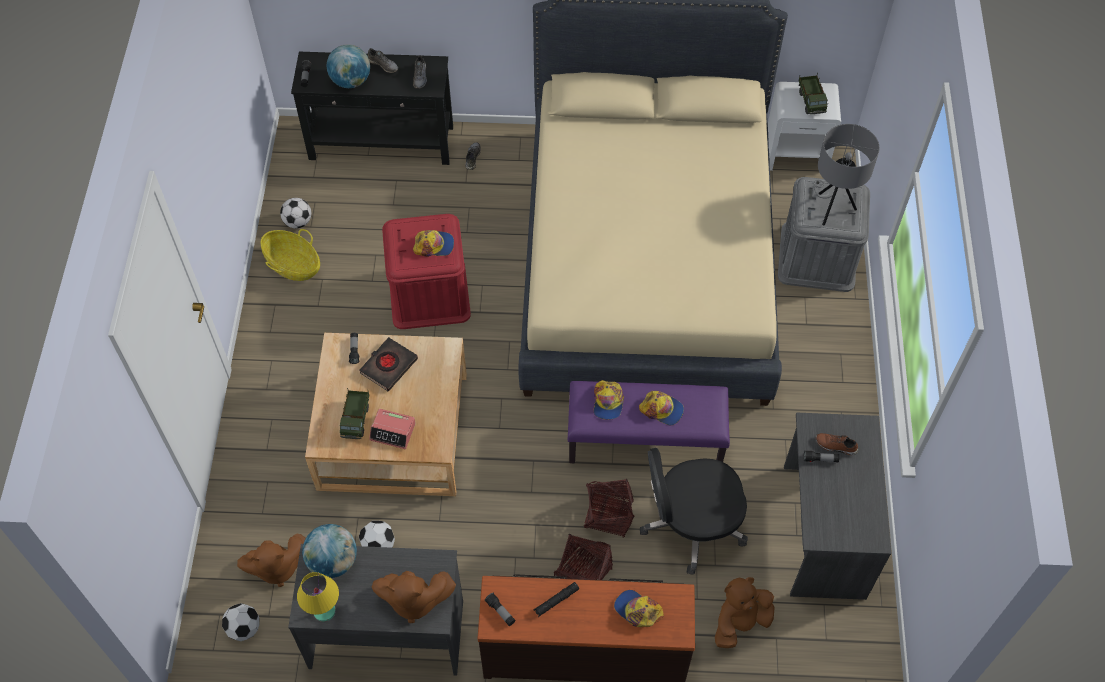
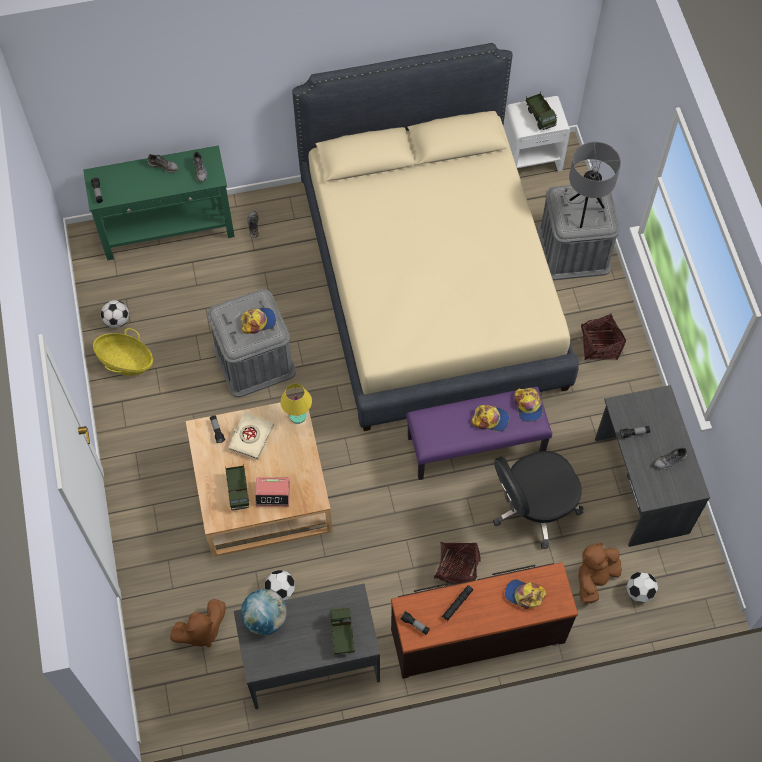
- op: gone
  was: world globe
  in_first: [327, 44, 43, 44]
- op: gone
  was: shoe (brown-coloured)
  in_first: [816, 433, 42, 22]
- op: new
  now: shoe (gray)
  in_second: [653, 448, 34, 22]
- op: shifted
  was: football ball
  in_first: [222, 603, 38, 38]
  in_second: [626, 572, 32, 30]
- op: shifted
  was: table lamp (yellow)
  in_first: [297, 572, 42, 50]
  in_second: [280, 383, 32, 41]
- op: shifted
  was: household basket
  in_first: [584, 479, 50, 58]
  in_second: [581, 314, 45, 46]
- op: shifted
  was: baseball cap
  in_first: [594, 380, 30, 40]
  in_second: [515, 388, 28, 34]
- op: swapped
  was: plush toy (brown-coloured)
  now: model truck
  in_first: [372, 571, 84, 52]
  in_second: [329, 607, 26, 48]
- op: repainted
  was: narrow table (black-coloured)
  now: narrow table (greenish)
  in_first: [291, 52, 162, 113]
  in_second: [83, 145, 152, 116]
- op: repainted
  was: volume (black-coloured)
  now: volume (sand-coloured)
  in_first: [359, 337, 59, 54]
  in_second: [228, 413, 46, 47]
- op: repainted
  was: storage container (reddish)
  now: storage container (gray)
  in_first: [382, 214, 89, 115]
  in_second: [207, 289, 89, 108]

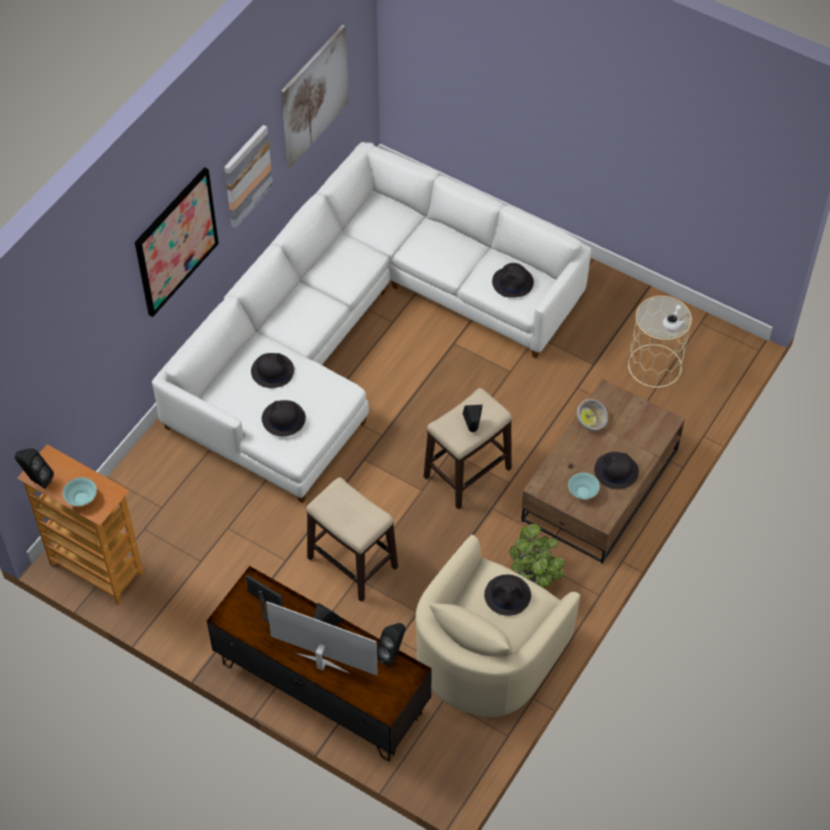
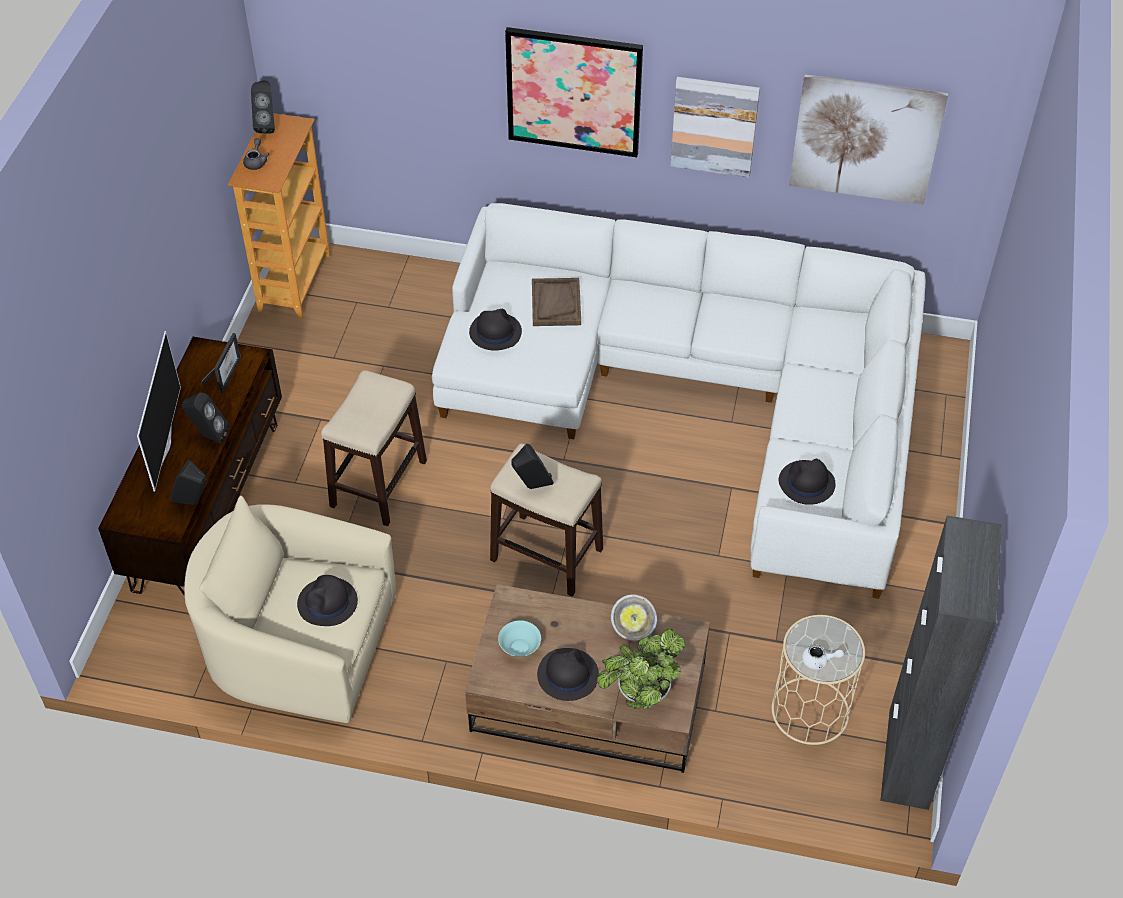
- op: new
  now: storage cabinet (black-coloured)
  in_second: [880, 515, 122, 295]
- op: shifted
  was: plant in a pot
  in_first: [510, 523, 54, 64]
  in_second: [597, 629, 88, 80]
- op: swapped
  was: deep dish (turquoise-coloured)
  now: pot for tea (gray)
  in_first: [63, 477, 34, 29]
  in_second: [243, 138, 26, 32]
- op: swapped
  was: hat (black-coloured)
  now: tray (brown-coloured)
  in_first: [251, 353, 43, 35]
  in_second: [532, 278, 49, 48]

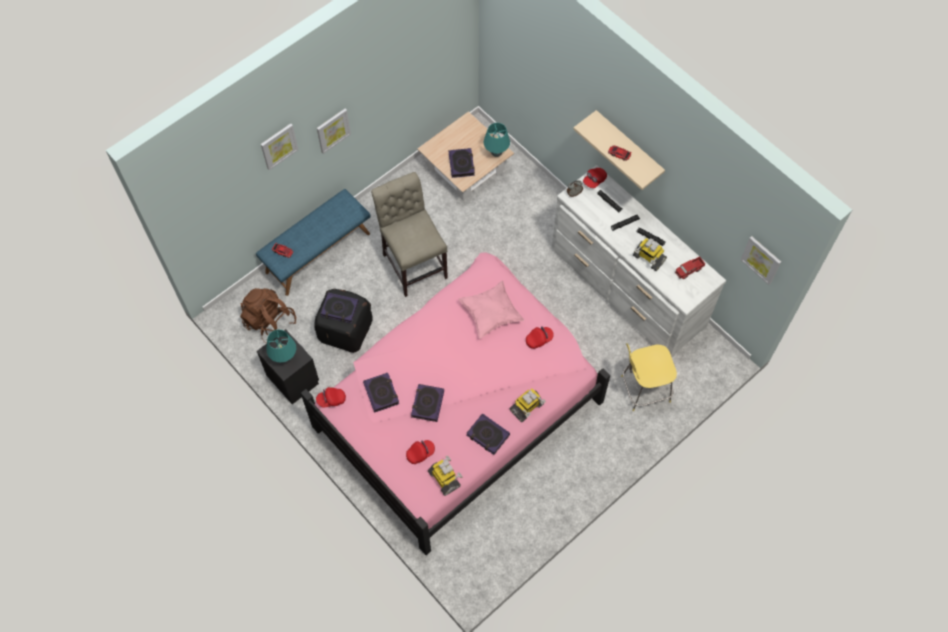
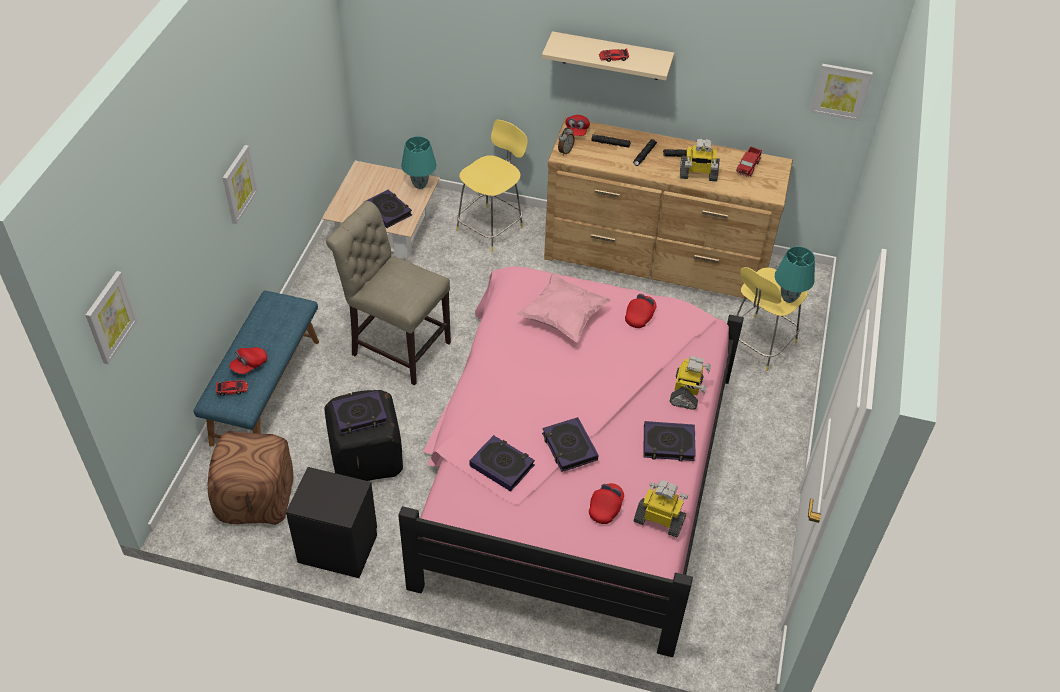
- op: new
  now: stool (yellow)
  in_second: [456, 120, 72, 132]
- op: shifted
  was: picture
  in_first: [261, 124, 37, 46]
  in_second: [86, 271, 51, 93]
- op: shifted
  was: table lamp (turquoise-coloured)
  in_first: [266, 329, 30, 34]
  in_second: [775, 246, 40, 57]
- op: shifted
  was: baseball cap (reddish)
  in_first: [316, 387, 30, 21]
  in_second: [229, 347, 38, 27]
- op: swapped
  was: knapsack (brown-coloured)
  now: pouffe (brown-coloured)
  in_first: [240, 288, 56, 55]
  in_second: [207, 431, 87, 94]
- op: repainted
  was: dresser (white)
  now: dresser (brown-coloured)
  in_first: [552, 165, 174, 192]
  in_second: [544, 117, 249, 185]

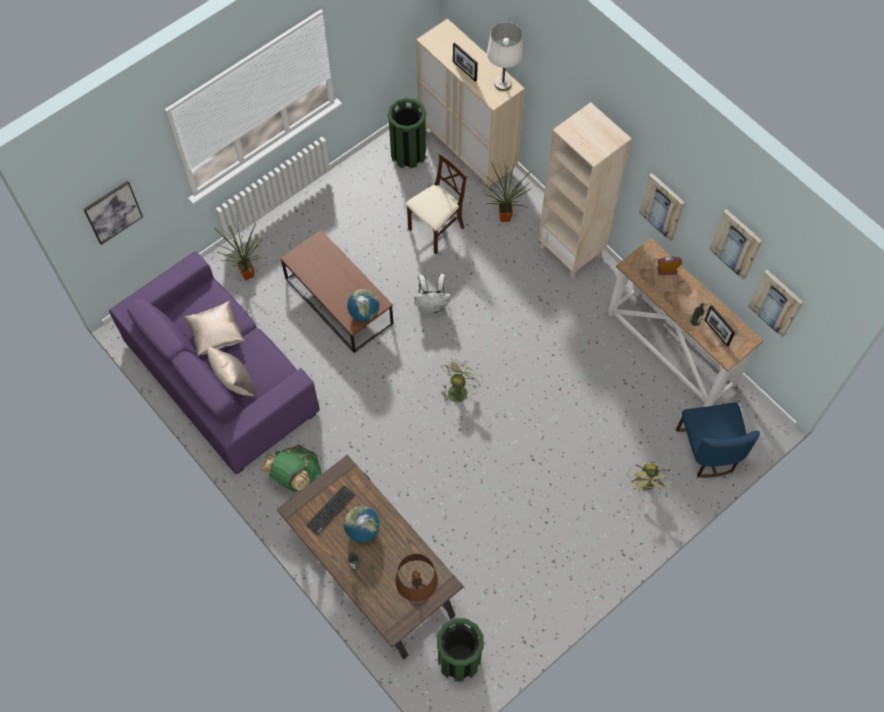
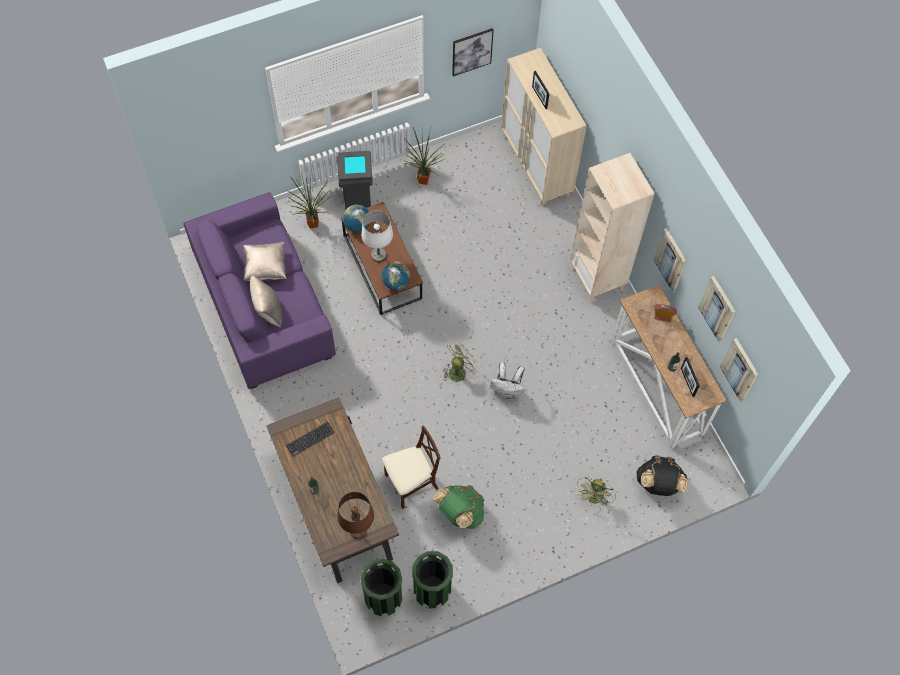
- op: new
  now: rubbish bin (gray)
  in_second: [337, 151, 35, 58]
- op: shifted
  was: picture
  in_first: [83, 181, 60, 64]
  in_second: [452, 28, 42, 48]
- op: shifted
  was: knapsack (greenish)
  in_first: [261, 445, 60, 47]
  in_second: [433, 485, 52, 44]
- op: shifted
  was: world globe
  in_first: [344, 506, 36, 36]
  in_second: [343, 205, 27, 27]
- op: shifted
  was: rubbish bin (greenish)
  in_first: [387, 98, 39, 71]
  in_second: [412, 551, 41, 57]
- op: shifted
  was: upright chair (sand-coloured)
  in_first: [406, 153, 61, 101]
  in_second: [382, 425, 59, 84]
- op: shifted
  was: knapsack (white)
  in_first: [414, 274, 37, 40]
  in_second: [490, 362, 35, 38]
- op: shifted
  was: plant in a pot
  in_first: [485, 158, 46, 64]
  in_second: [403, 127, 41, 58]
- op: shifted
  was: table lamp (white)
  in_first: [487, 22, 37, 69]
  in_second: [361, 210, 32, 52]
- op: swapped
  was: upright chair (bluish)
  now: knapsack (black-coloured)
  in_first: [676, 403, 84, 74]
  in_second: [636, 455, 52, 41]

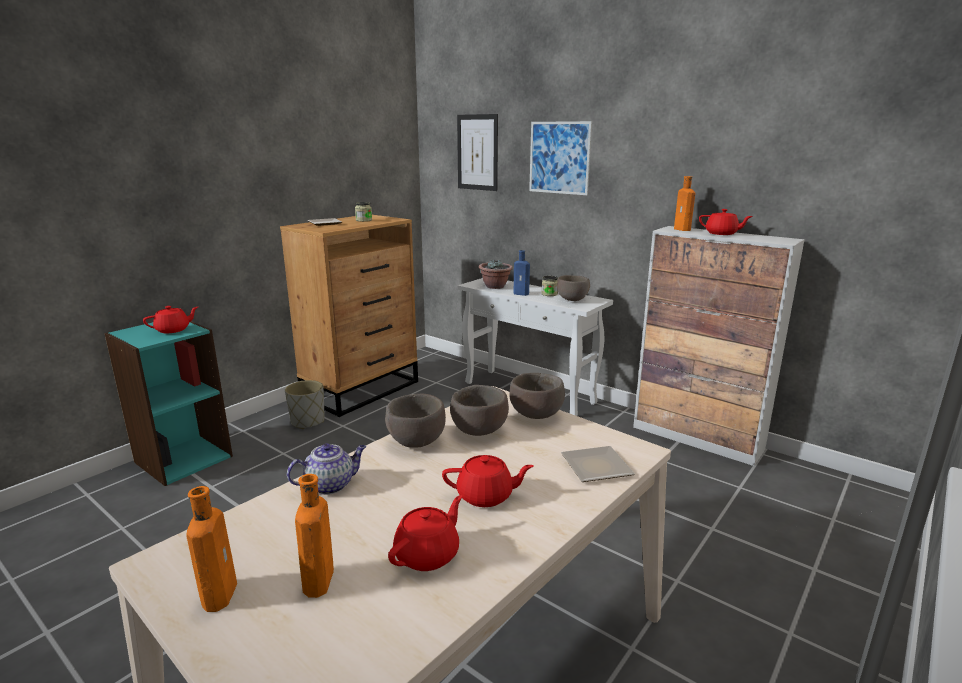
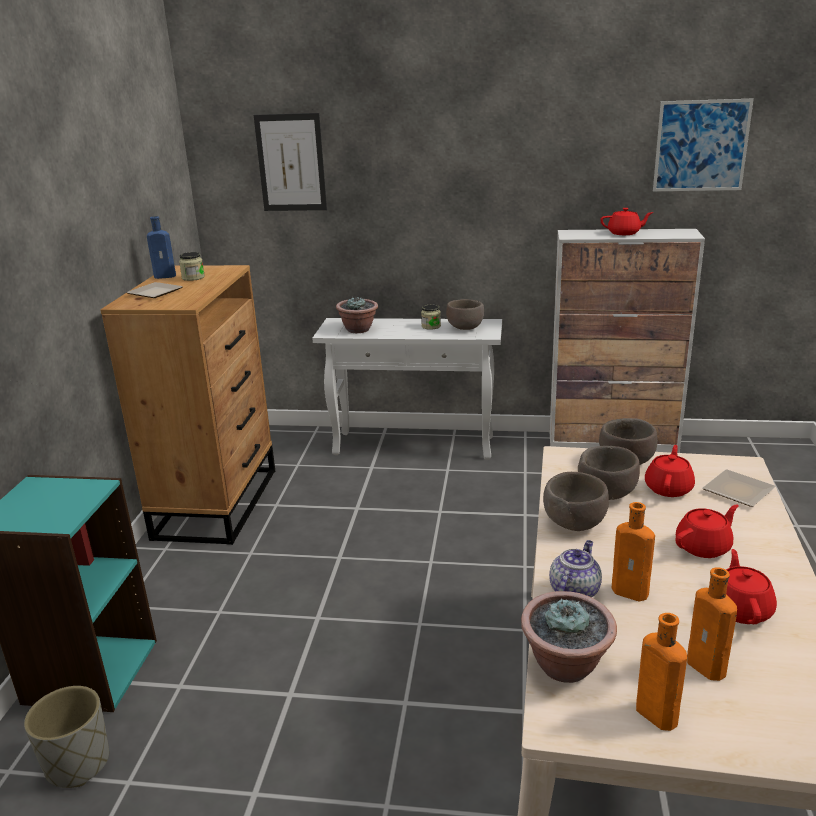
- op: new
  now: plant in a pot
  in_second: [521, 591, 96, 92]
- op: shifted
  was: pot for tea (reddish)
  in_first: [143, 306, 55, 27]
  in_second: [645, 445, 50, 52]
- op: shifted
  was: flower pot (gray)
  in_first: [285, 380, 40, 49]
  in_second: [24, 686, 85, 102]
- op: shifted
  was: drink bottle (bluish)
  in_first: [513, 250, 17, 46]
  in_second: [147, 216, 29, 63]
- op: shifted
  was: picture
  in_first: [529, 121, 63, 74]
  in_second: [653, 99, 101, 92]
- op: shifted
  was: drink bottle (orangey)
  in_first: [674, 176, 21, 55]
  in_second: [612, 502, 43, 99]

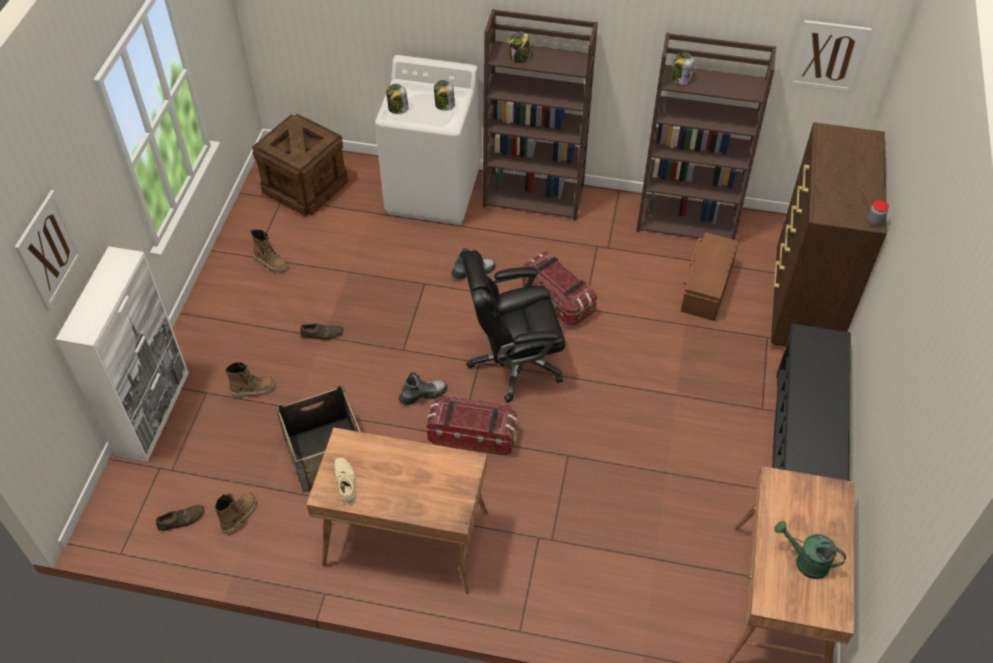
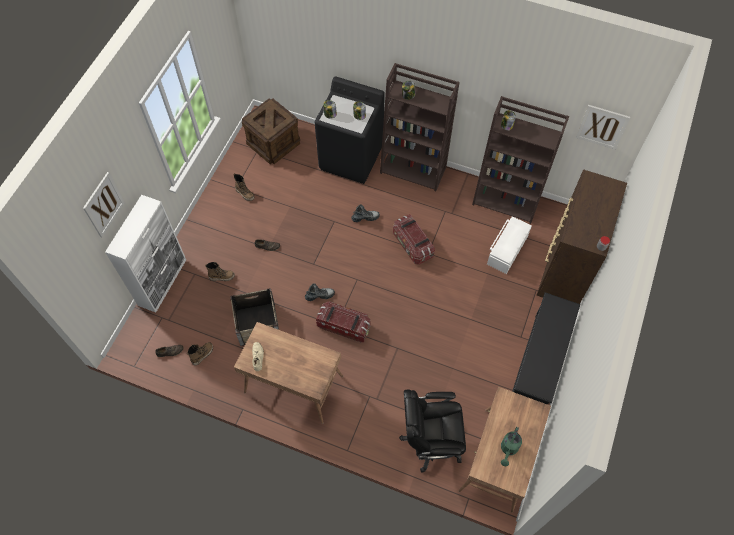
- op: shifted
  was: desk chair (black-coloured)
  in_first: [461, 250, 104, 152]
  in_second: [399, 389, 67, 84]
- op: repainted
  was: laundry machine (white)
  now: laundry machine (black-coloured)
  in_first: [375, 55, 105, 170]
  in_second: [315, 77, 70, 107]
- op: repainted
  was: storage container (brown-coloured)
  now: storage container (white)
  in_first: [681, 232, 58, 89]
  in_second: [487, 216, 45, 58]
- op: rotated
  was: sprinkling can (greenish)
  in_first: [774, 521, 72, 58]
  in_second: [501, 427, 21, 39]
  clockwise: -105

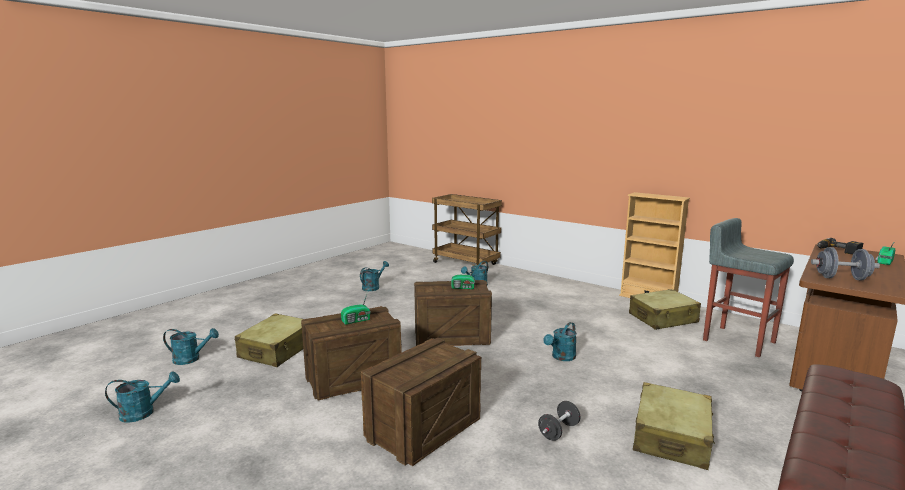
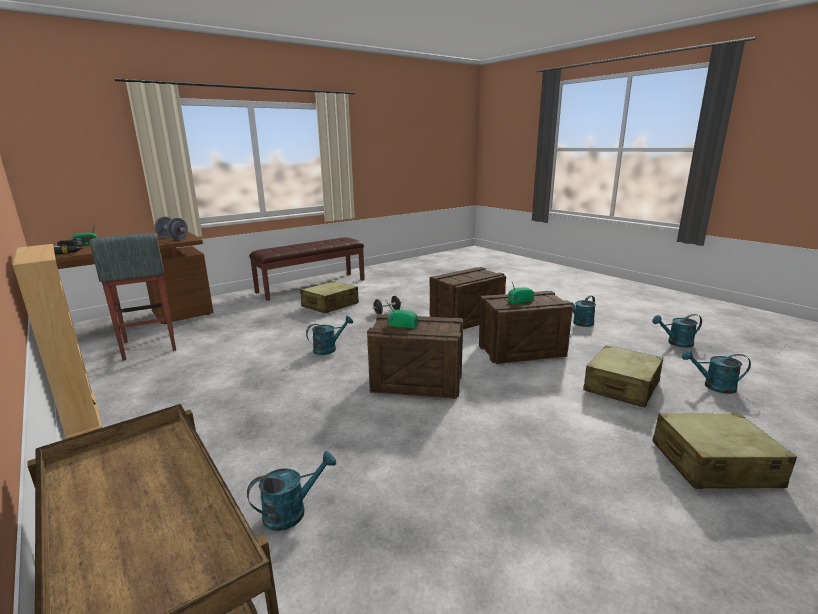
- op: shifted
  was: sprinkling can (turquoise-coloured)
  in_first: [360, 261, 29, 30]
  in_second: [571, 295, 25, 32]
- op: shifted
  was: travel case (sand-coloured)
  in_first: [629, 289, 72, 41]
  in_second: [652, 413, 145, 76]

